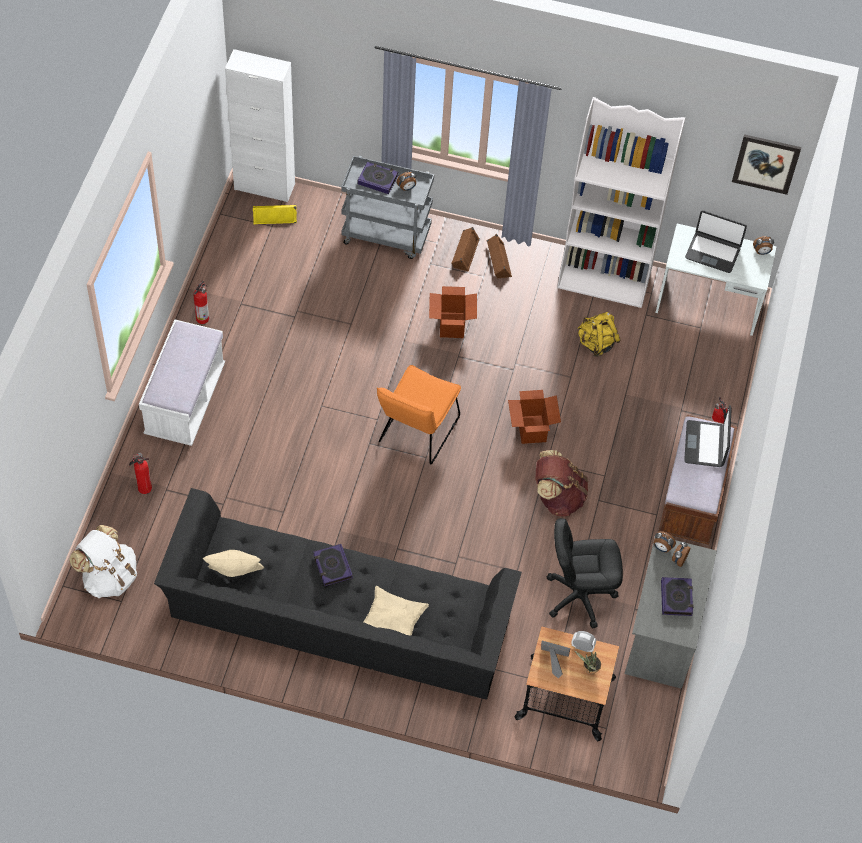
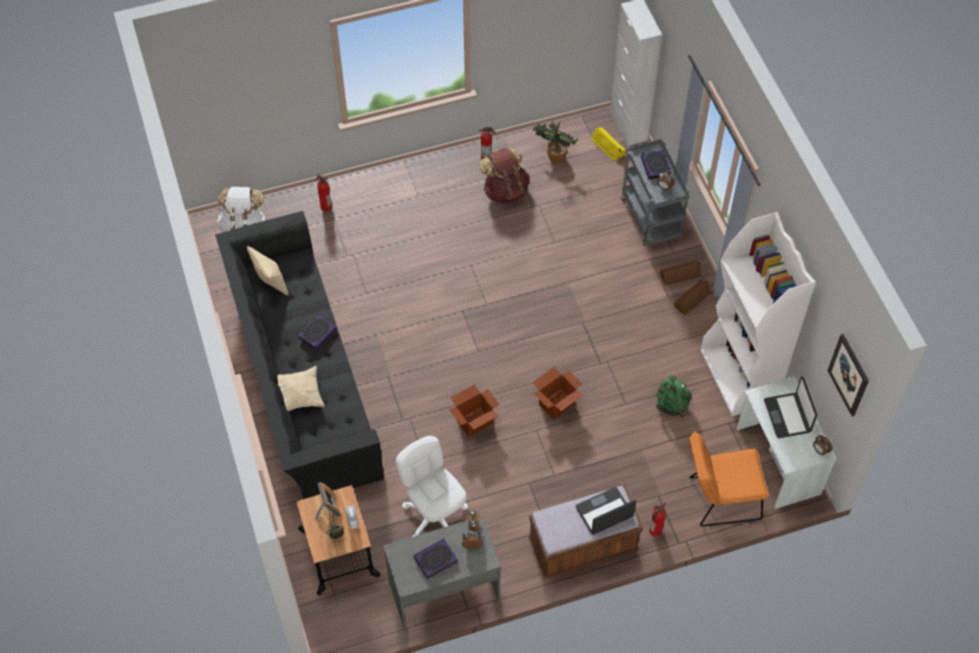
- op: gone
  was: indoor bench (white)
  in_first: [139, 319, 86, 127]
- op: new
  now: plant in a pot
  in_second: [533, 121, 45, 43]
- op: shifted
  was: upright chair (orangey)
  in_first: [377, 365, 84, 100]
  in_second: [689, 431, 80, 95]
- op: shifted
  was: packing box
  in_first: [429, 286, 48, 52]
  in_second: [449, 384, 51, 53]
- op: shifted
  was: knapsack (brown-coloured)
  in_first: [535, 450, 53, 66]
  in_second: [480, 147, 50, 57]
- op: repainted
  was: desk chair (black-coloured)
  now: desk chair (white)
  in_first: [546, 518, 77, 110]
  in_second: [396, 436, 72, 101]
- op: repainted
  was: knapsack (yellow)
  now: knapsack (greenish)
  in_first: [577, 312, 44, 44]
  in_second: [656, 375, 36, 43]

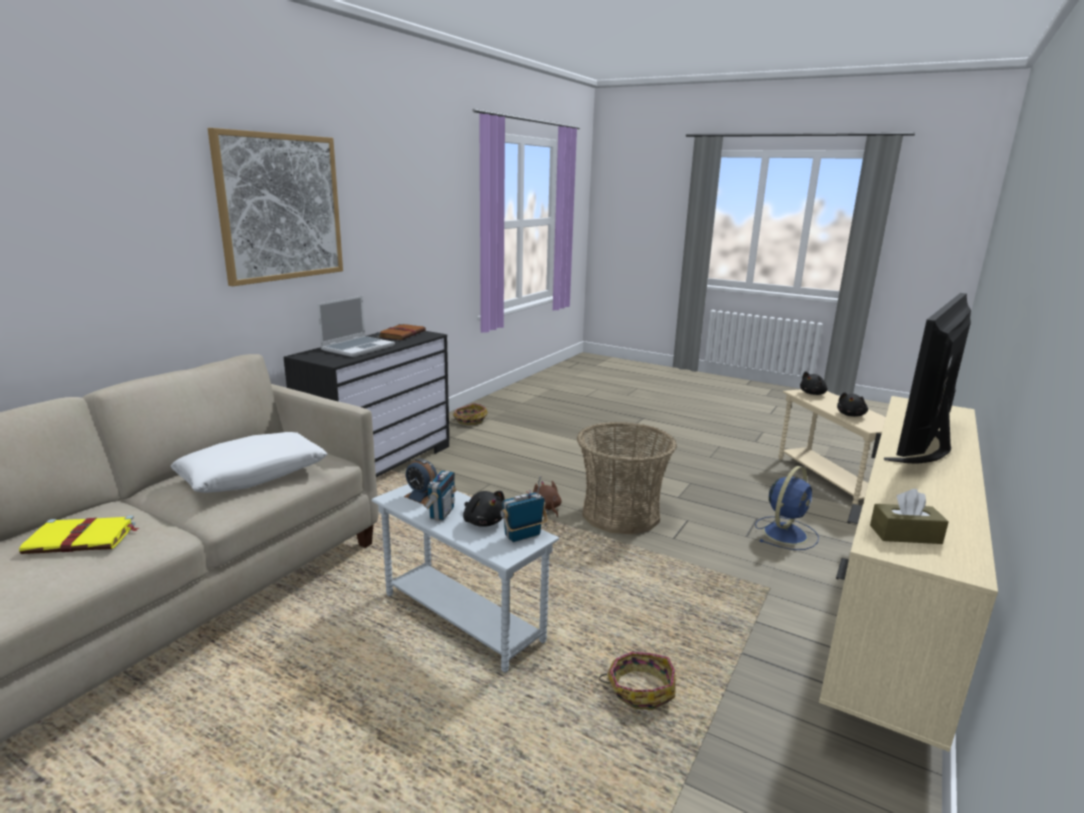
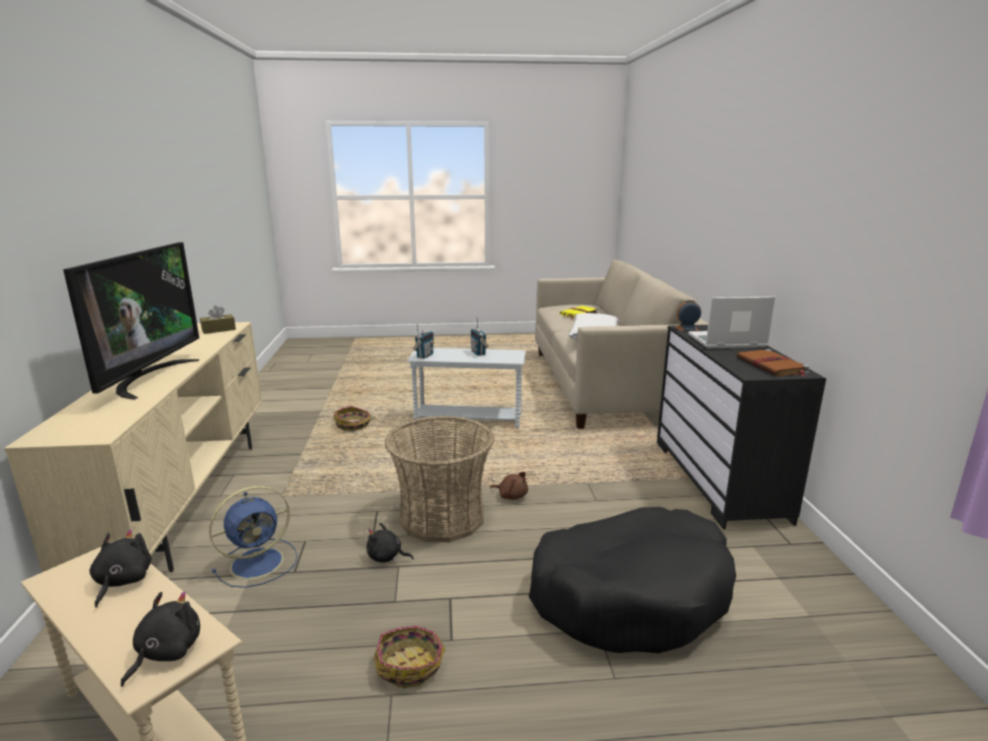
- op: gone
  was: picture
  in_first: [208, 128, 135, 158]
- op: new
  now: dog bed (black-coloured)
  in_second: [528, 507, 208, 146]
- op: shifted
  was: alarm clock
  in_first: [404, 458, 33, 46]
  in_second: [675, 300, 26, 31]
- op: shifted
  was: household basket
  in_first: [453, 403, 35, 22]
  in_second: [374, 626, 71, 62]
- op: shifted
  was: plush toy (black-coloured)
  in_first: [463, 491, 42, 36]
  in_second: [366, 522, 48, 41]
- op: rotated
  was: laptop
  in_first: [317, 296, 78, 61]
  in_second: [688, 296, 87, 52]
  clockwise: 90
- op: rotated
  was: electric fan (bluish)
  in_first: [755, 466, 64, 84]
  in_second: [209, 486, 89, 102]
  clockwise: -135

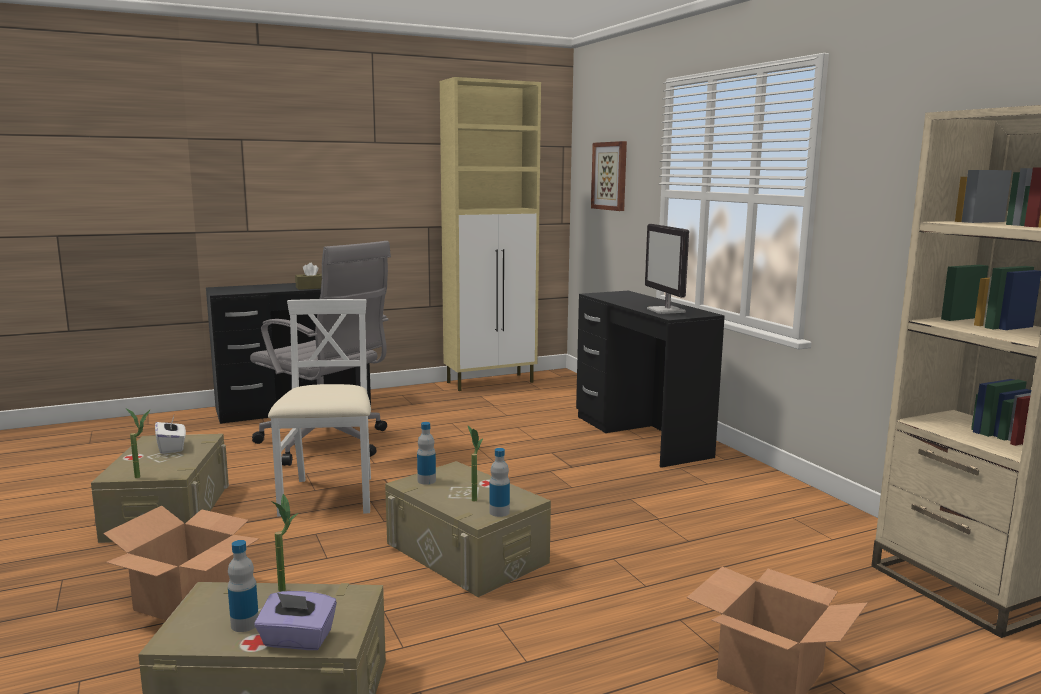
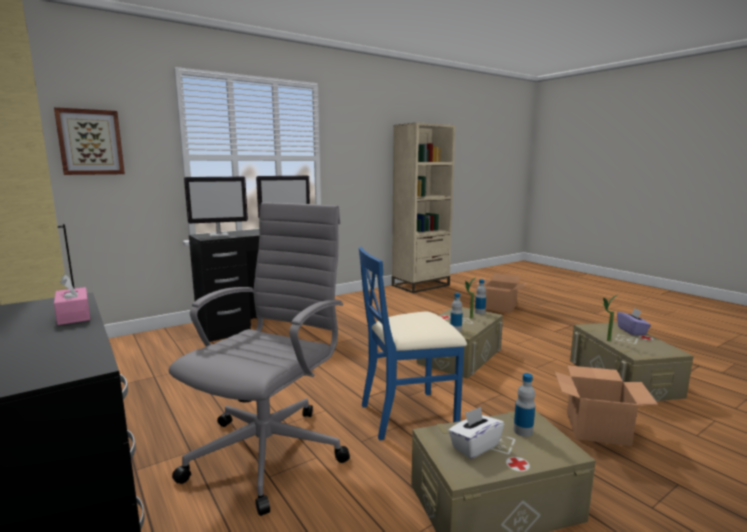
- op: gone
  was: plant in a pot
  in_first: [126, 408, 24, 70]
- op: new
  now: computer screen
  in_second: [184, 176, 64, 62]
- op: shifted
  was: drink bottle
  in_first: [228, 540, 31, 92]
  in_second: [514, 373, 21, 64]
- op: repainted
  was: upright chair (white)
  now: upright chair (bluish)
  in_first: [268, 299, 103, 218]
  in_second: [359, 247, 108, 194]
- op: repainted
  was: box of tissues (brown-coloured)
  now: box of tissues (pink-coloured)
  in_first: [295, 263, 27, 27]
  in_second: [54, 274, 36, 51]

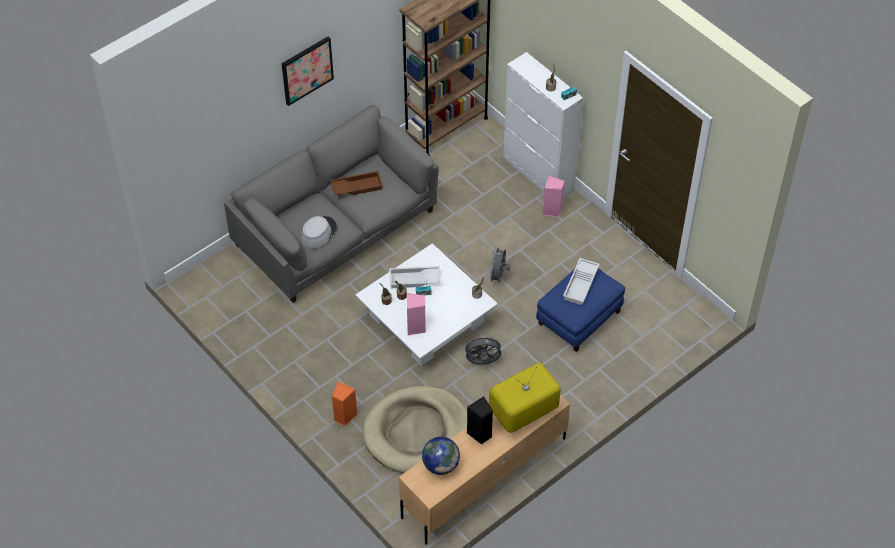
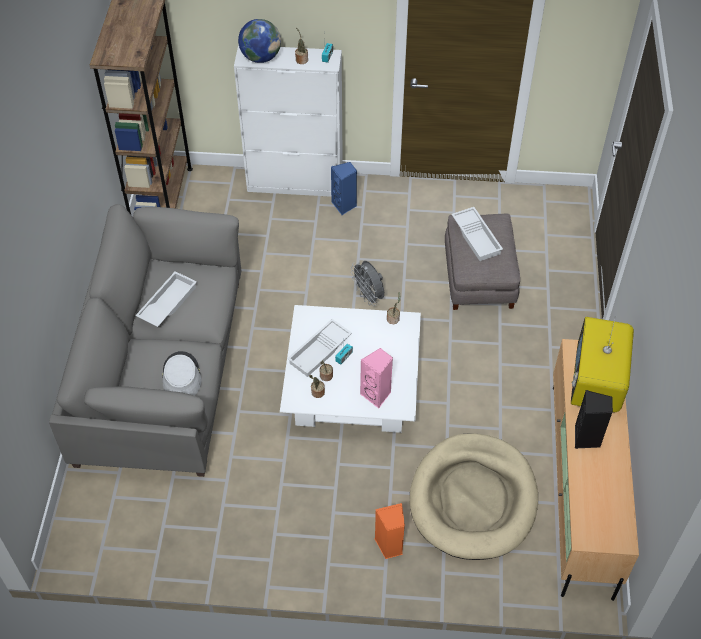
- op: gone
  was: picture
  in_first: [282, 37, 52, 69]
- op: gone
  was: electric fan (gray)
  in_first: [463, 335, 40, 30]
- op: shifted
  was: world globe
  in_first: [422, 437, 38, 38]
  in_second: [238, 19, 43, 44]
- op: repainted
  was: tray (brown-coloured)
  now: tray (white)
  in_first: [330, 171, 53, 25]
  in_second: [136, 271, 61, 56]
- op: repainted
  was: pouffe (bluish)
  now: pouffe (gray)
  in_first: [536, 268, 89, 84]
  in_second: [445, 214, 75, 96]
- op: repainted
  was: loudspeaker (pink-coloured)
  now: loudspeaker (bluish)
  in_first: [543, 175, 21, 42]
  in_second: [331, 162, 26, 53]

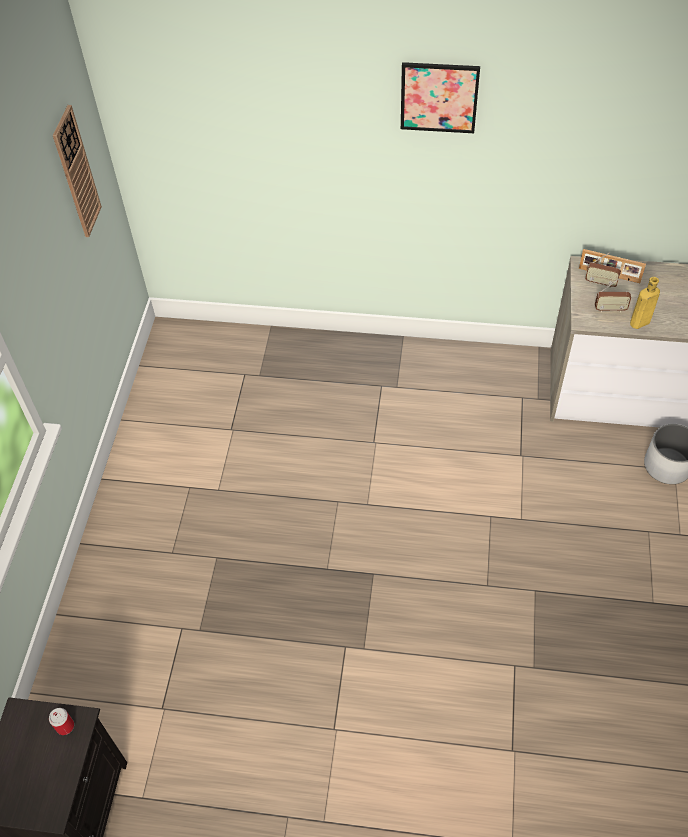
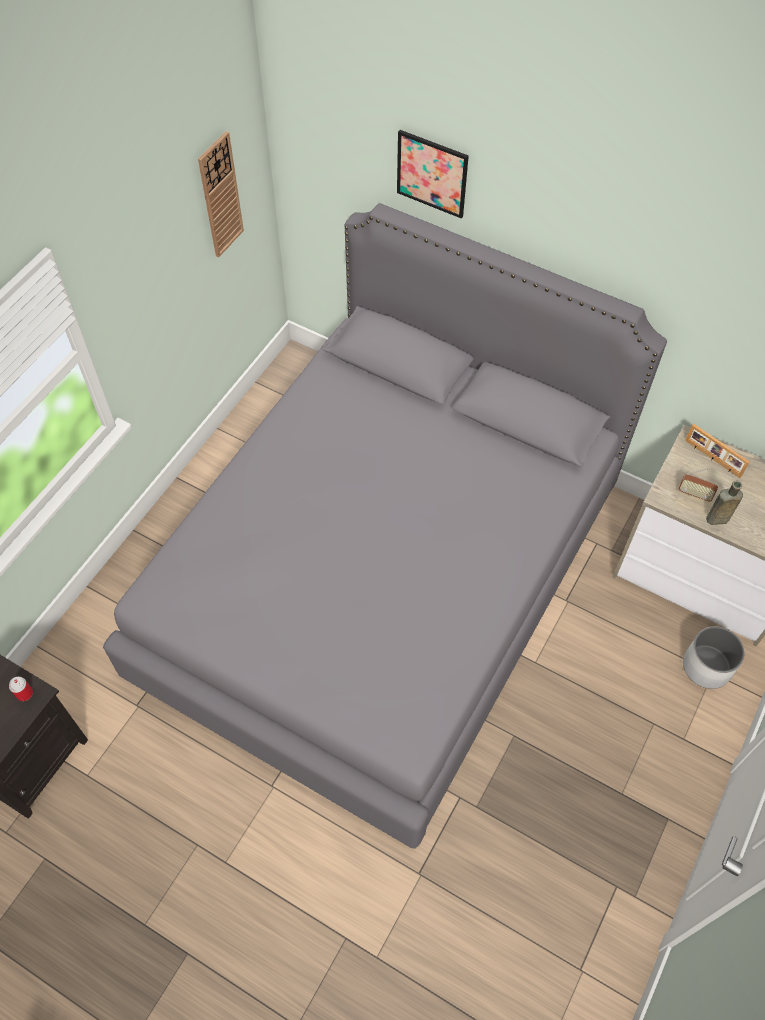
- op: gone
  was: radio
  in_first: [585, 252, 36, 36]
- op: new
  now: bedroom bed (gray)
  in_second: [103, 203, 564, 646]
- op: shifted
  was: picture
  in_first: [401, 62, 79, 71]
  in_second: [397, 130, 72, 88]
- op: repainted
  was: drink bottle (yellow)
  now: drink bottle (brown-coloured)
  in_first: [630, 277, 30, 52]
  in_second: [706, 481, 37, 44]

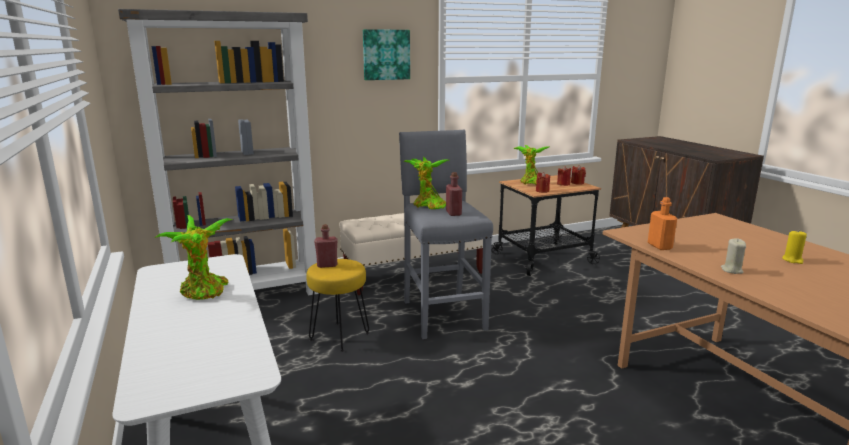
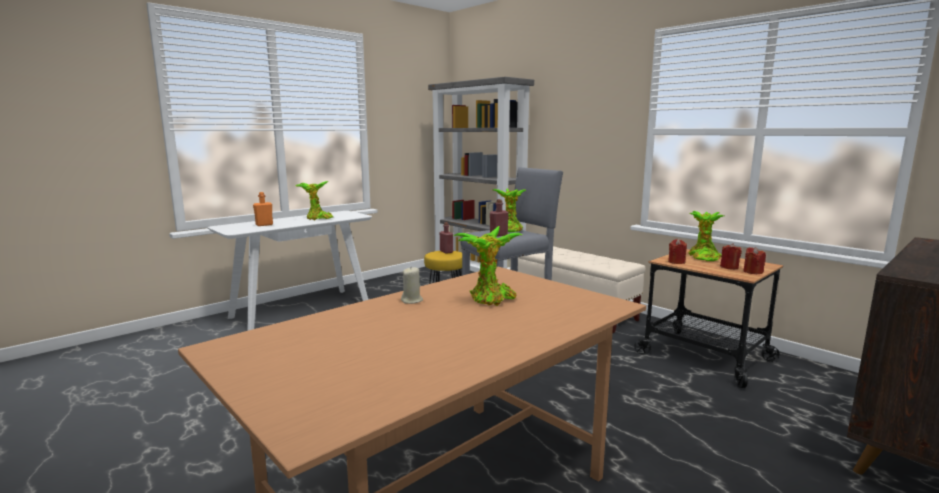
- op: gone
  was: picture
  in_first: [363, 29, 47, 51]
- op: gone
  was: wax light (yellow)
  in_first: [782, 230, 25, 34]
- op: new
  now: plant in a pot
  in_second: [453, 226, 70, 80]
- op: shifted
  was: drink bottle (orangey)
  in_first: [648, 197, 29, 53]
  in_second: [253, 192, 20, 34]

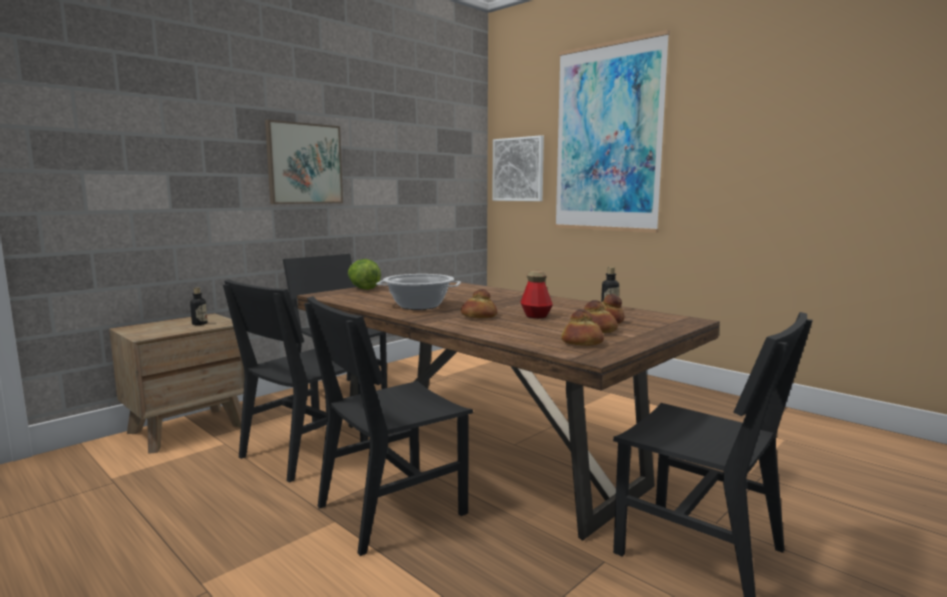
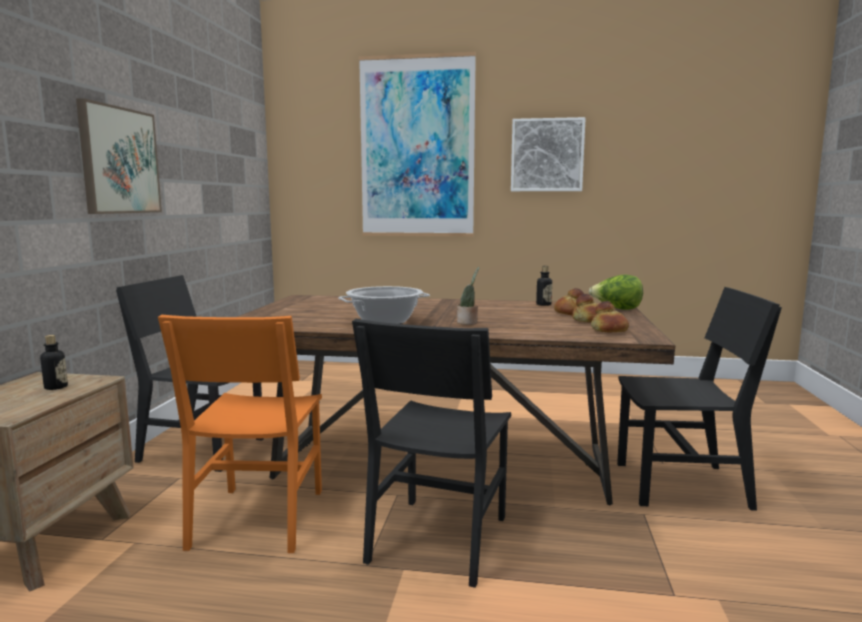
- op: gone
  was: drink bottle
  in_first: [520, 271, 33, 48]
- op: shifted
  was: lettuce
  in_first: [348, 259, 33, 31]
  in_second: [589, 274, 54, 36]
- op: shifted
  was: picture
  in_first: [492, 135, 52, 66]
  in_second: [511, 117, 75, 74]
- op: swapped
  was: bakery bread
  now: plant in a pot
  in_first: [461, 289, 36, 29]
  in_second: [457, 267, 23, 58]
- op: repainted
  was: upright chair (black-coloured)
  now: upright chair (orangey)
  in_first: [223, 279, 145, 204]
  in_second: [158, 315, 164, 238]

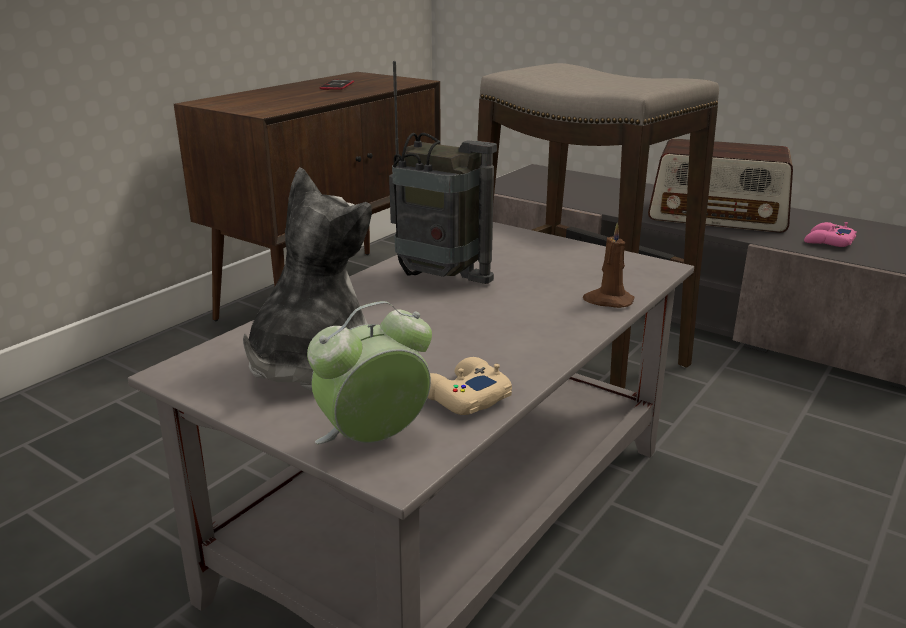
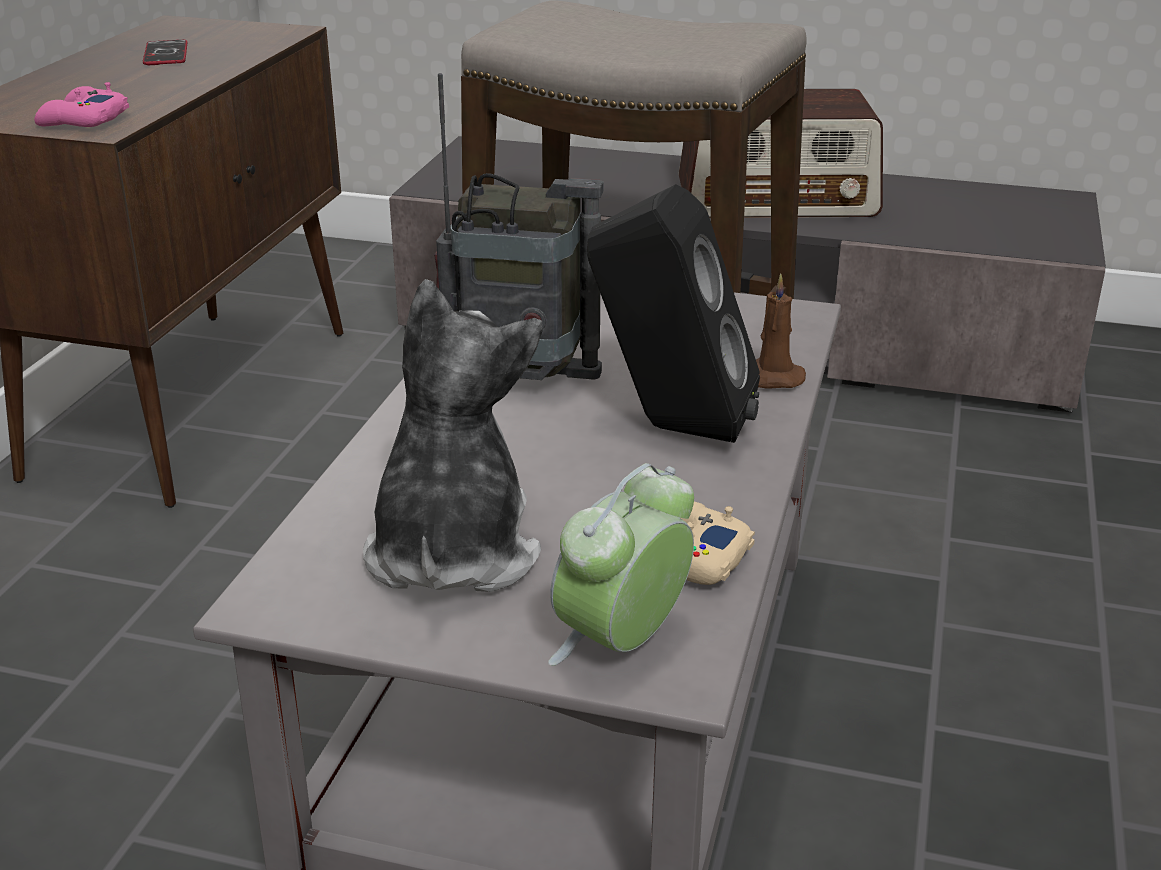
- op: new
  now: loudspeaker (black-coloured)
  in_second: [587, 184, 173, 259]
- op: shifted
  was: joypad (pink-coloured)
  in_first: [804, 222, 53, 25]
  in_second: [34, 82, 95, 45]

